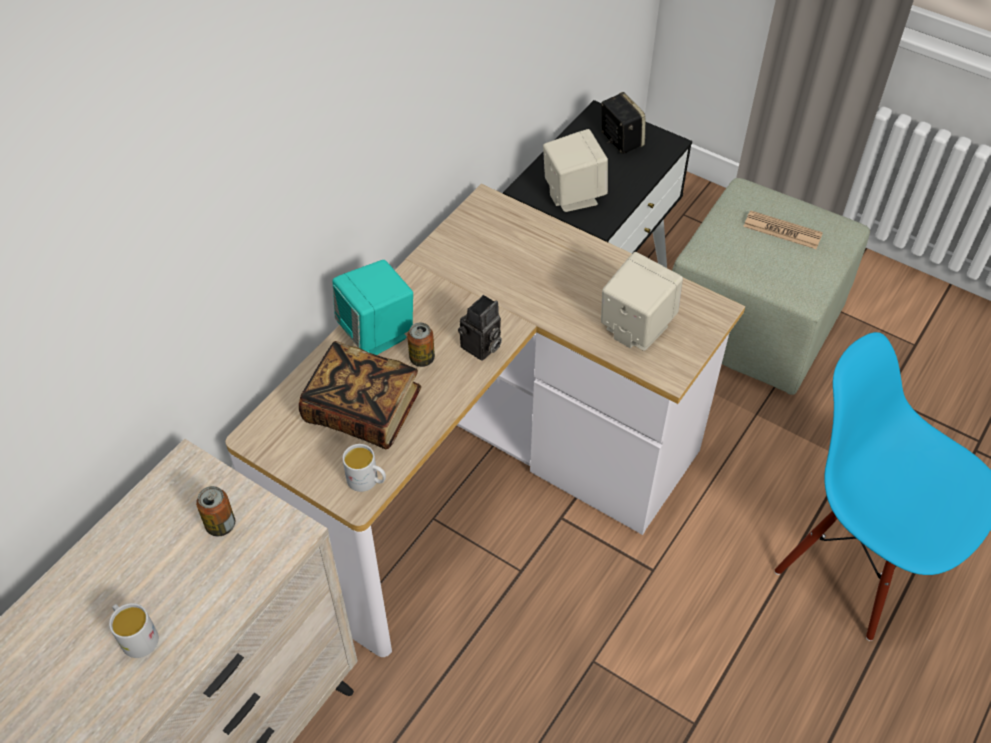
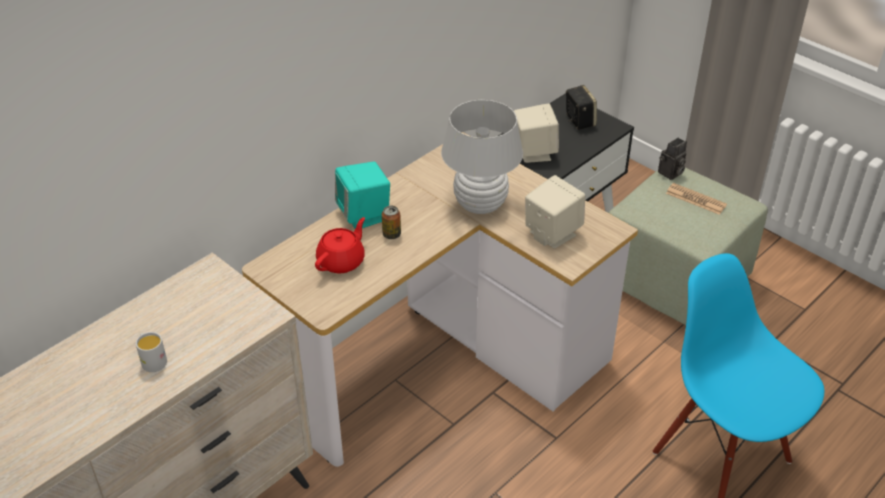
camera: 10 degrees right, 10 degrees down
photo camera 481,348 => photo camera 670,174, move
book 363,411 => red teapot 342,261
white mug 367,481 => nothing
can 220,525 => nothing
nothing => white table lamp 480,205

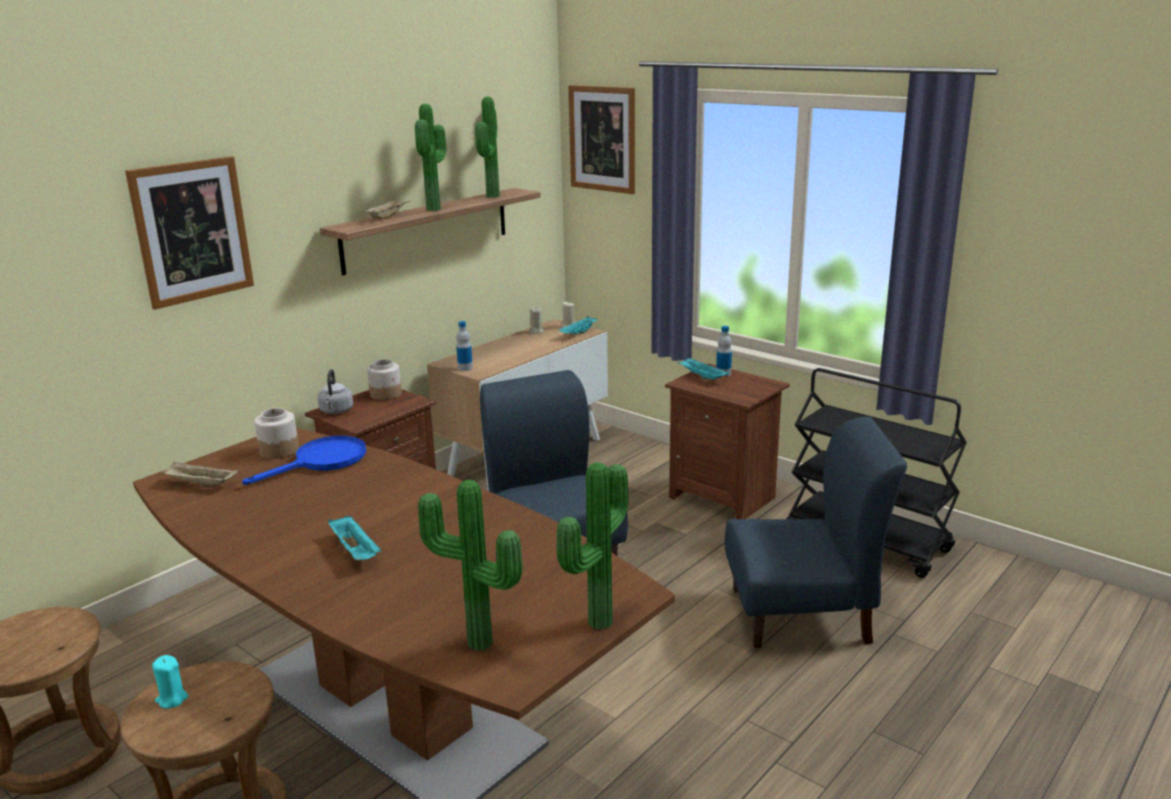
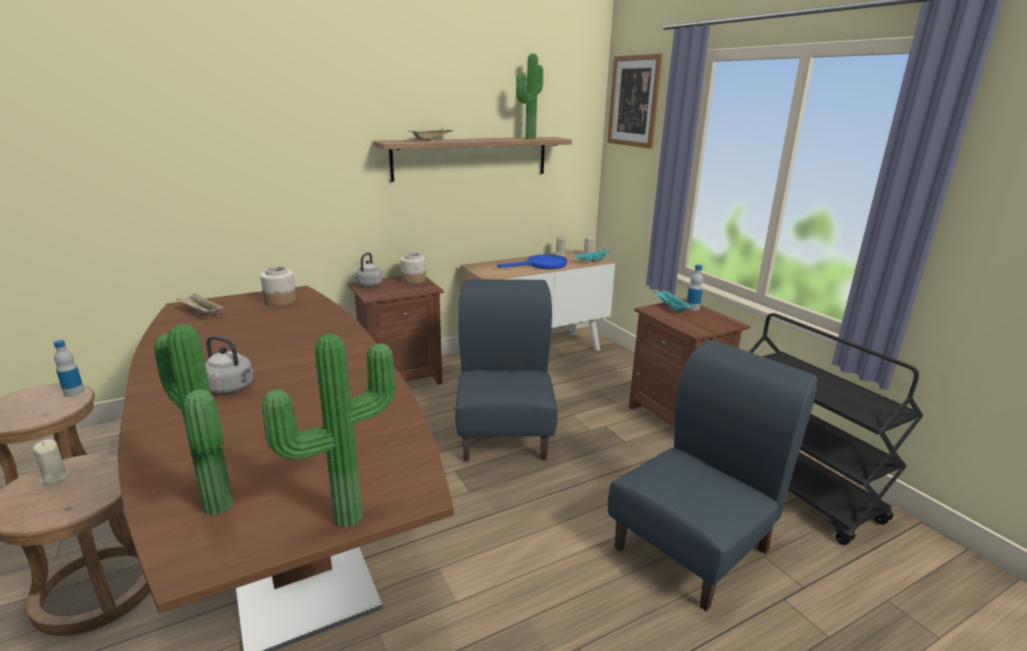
camera: 20 degrees right, 0 degrees up
potted plant 436,209 => nothing
picture 192,231 => nothing
bottle 465,368 => bottle 74,392, move
blue chair 801,615 => blue chair 693,549, 60 degrees counterclockwise
blue frying pan 322,461 => blue frying pan 541,265, move
turquoise tray 356,552 => grey kettle 232,388
turquoise candle 172,699 => beige candle 54,478

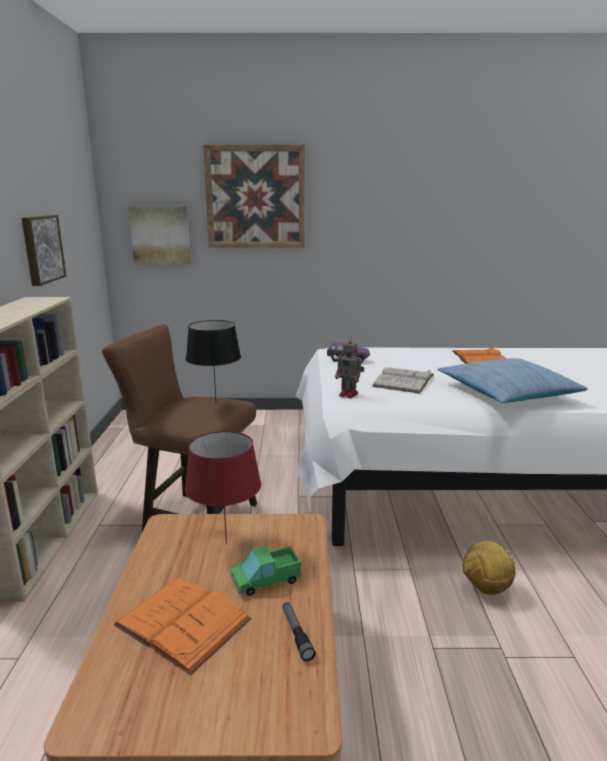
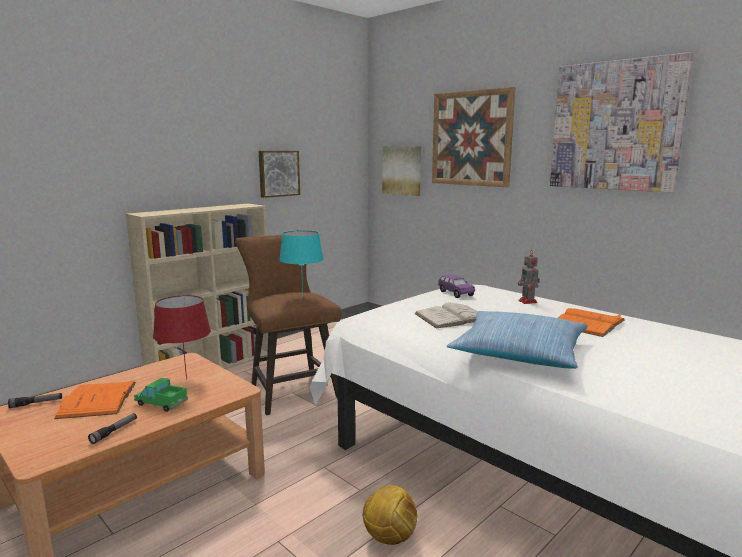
camera: 45 degrees right, 5 degrees down
black table lamp 216,404 => turquoise table lamp 302,298
toy robot 349,394 => toy robot 528,302, move
nothing => picture 615,126
nothing => flashlight 36,403

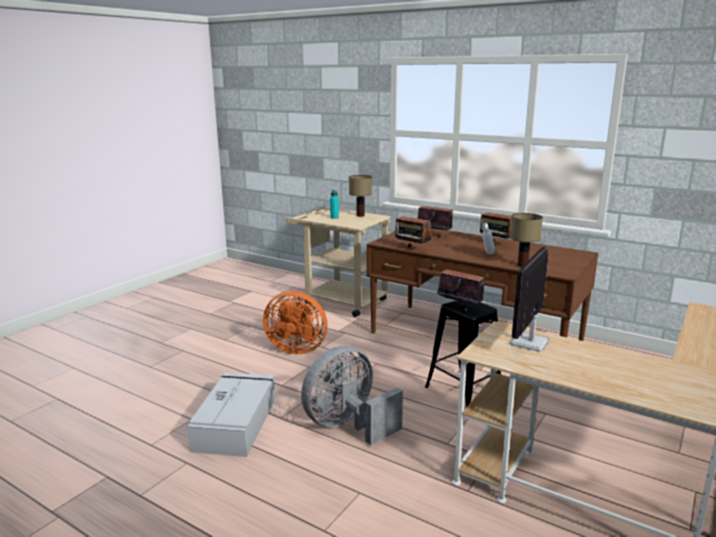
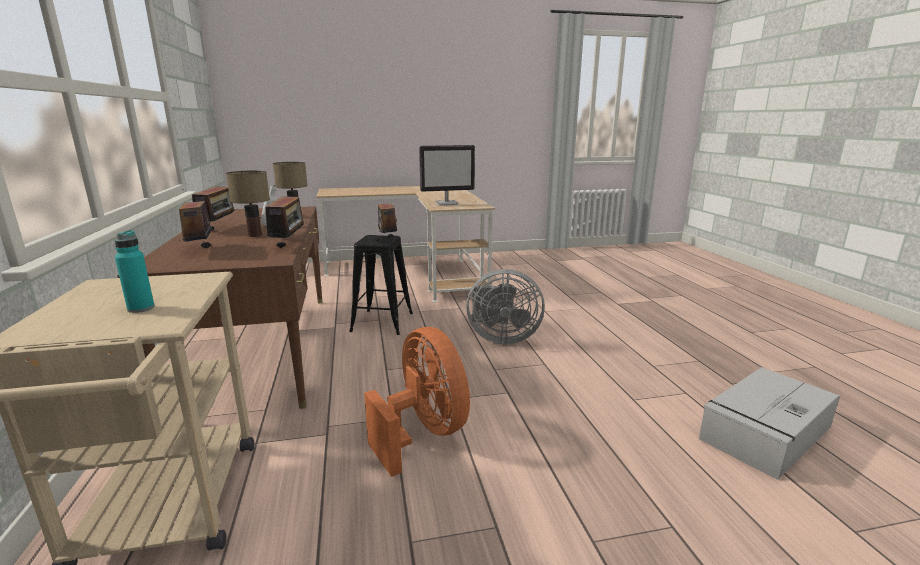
camera: 135 degrees left, 0 degrees up
table lamp 360,215 => table lamp 254,235, move
grey storage box 236,423 => grey storage box 764,433, move

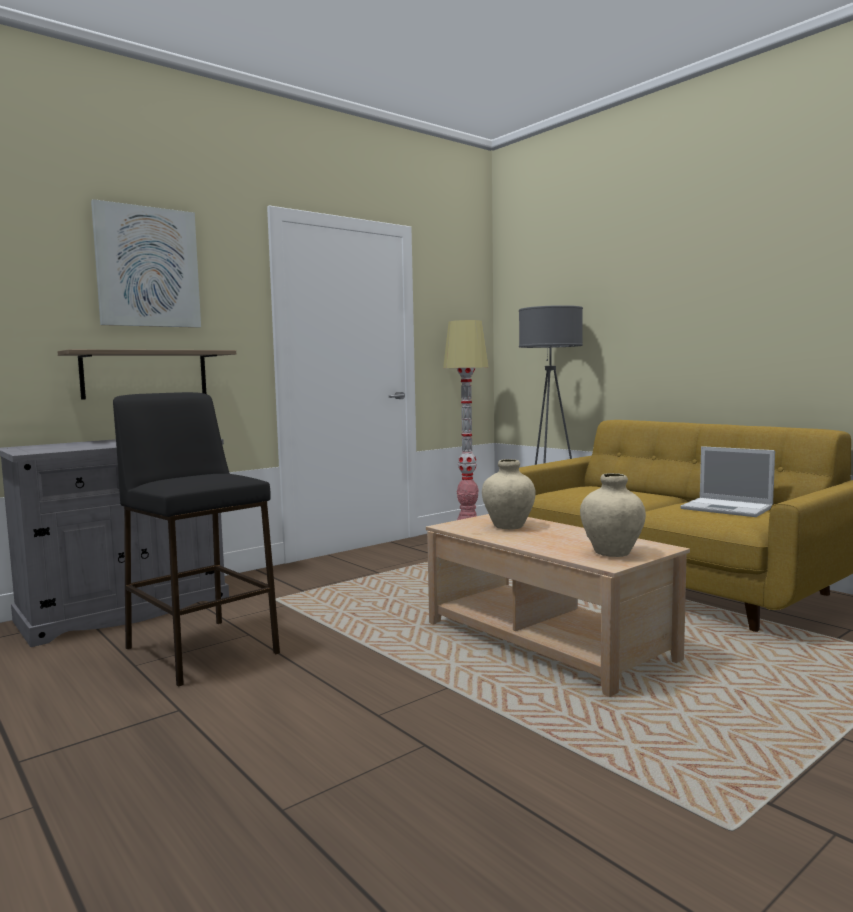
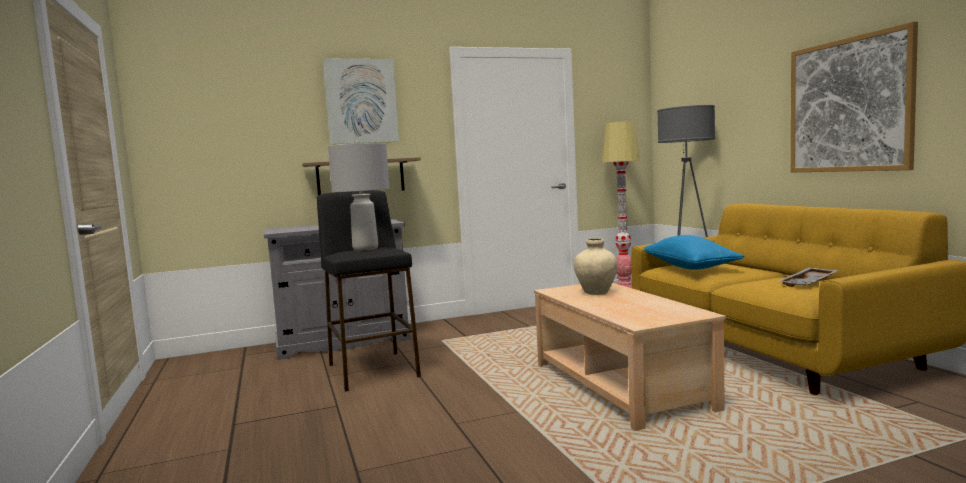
camera: 20 degrees right, 0 degrees up
laptop 728,508 => grey tray 809,284
beige vase 611,553 => nothing
nothing => picture 849,105
nothing => grey table lamp 366,248
nothing => blue pillow 689,267

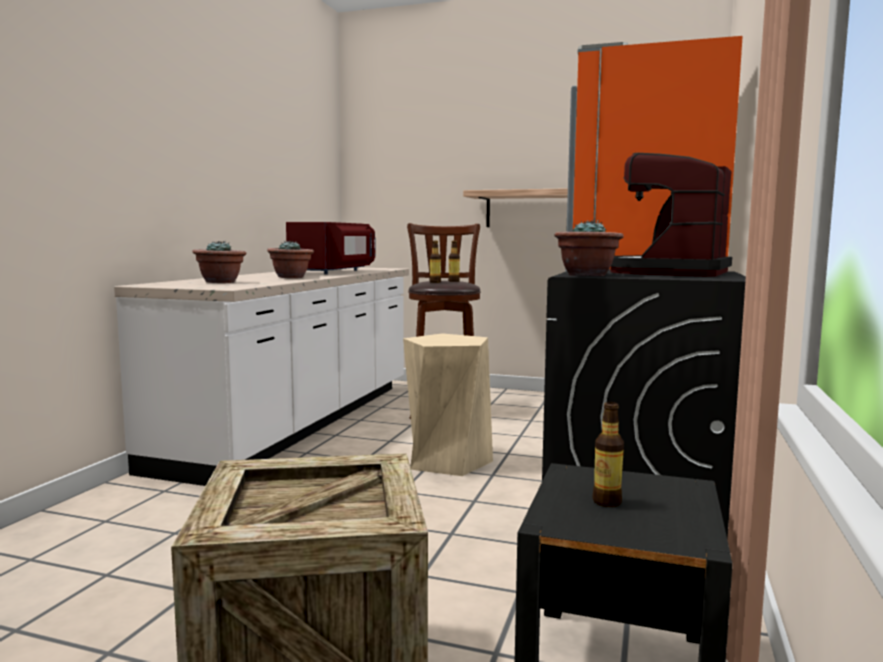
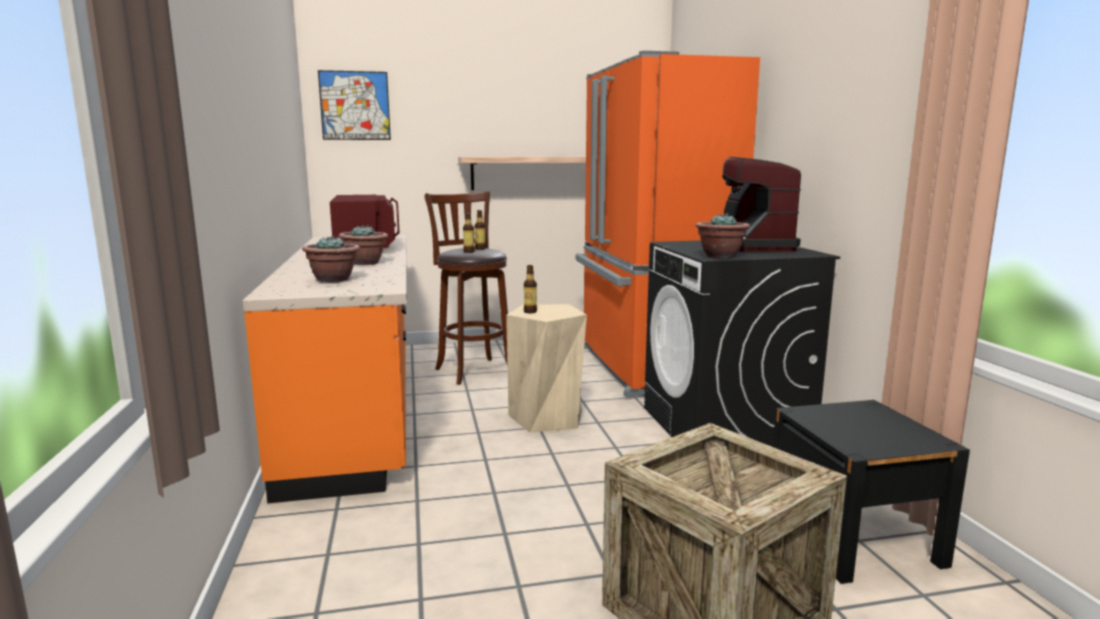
camera: 30 degrees left, 5 degrees up
white counter 298,423 => orange counter 358,409
bottle 607,502 => bottle 530,312, move
nothing => picture 355,105

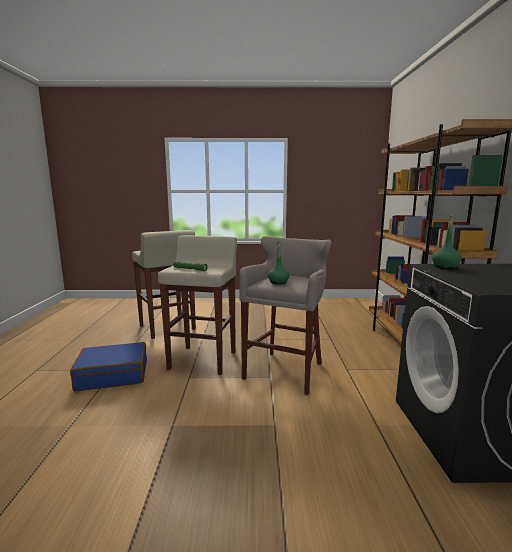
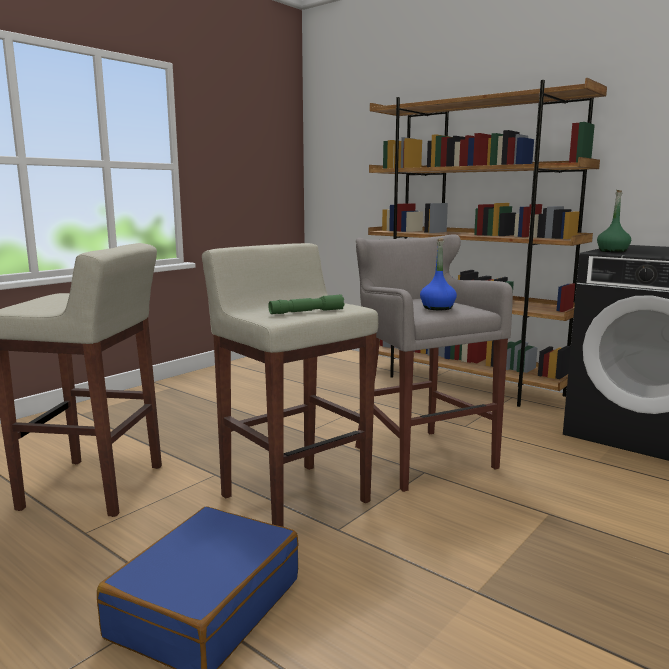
camera: 50 degrees left, 0 degrees up
green bottle 278,282 => blue bottle 437,308

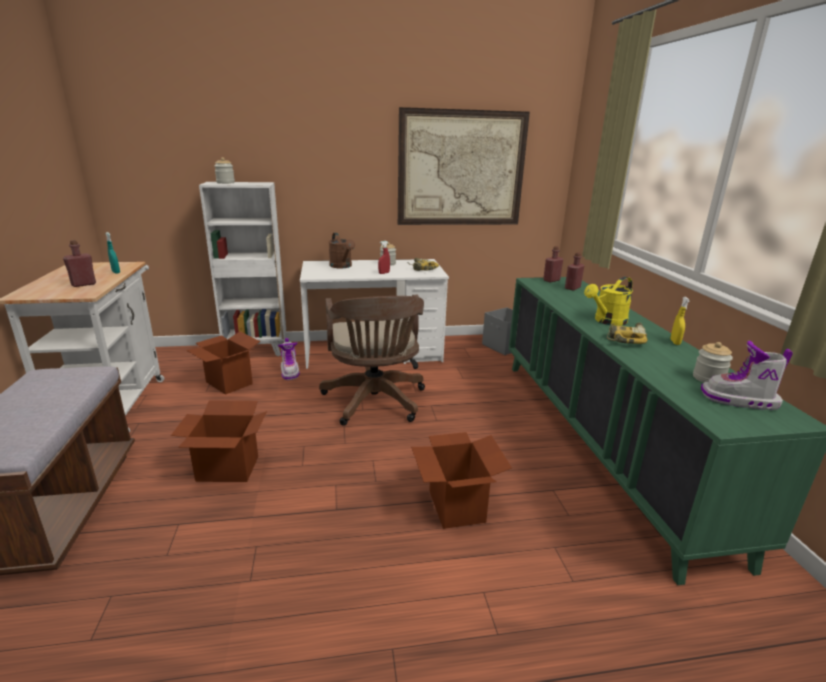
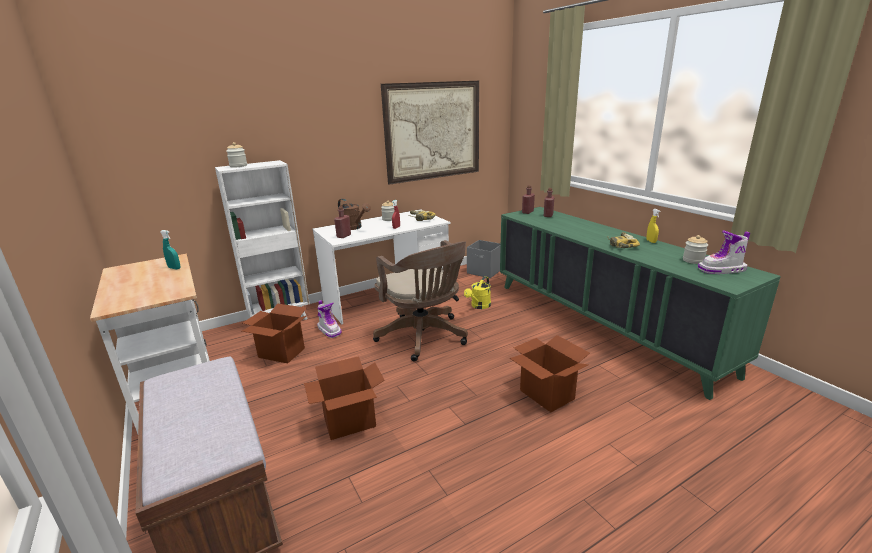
camera: 20 degrees left, 0 degrees up
red bottle 83,284 => red bottle 343,236, move
yellow watering can 607,321 => yellow watering can 479,306, move

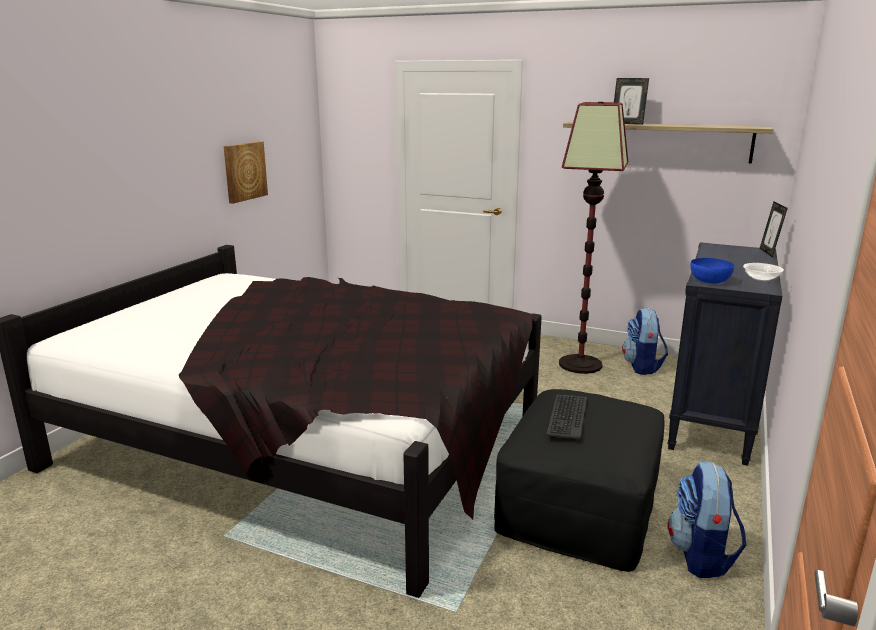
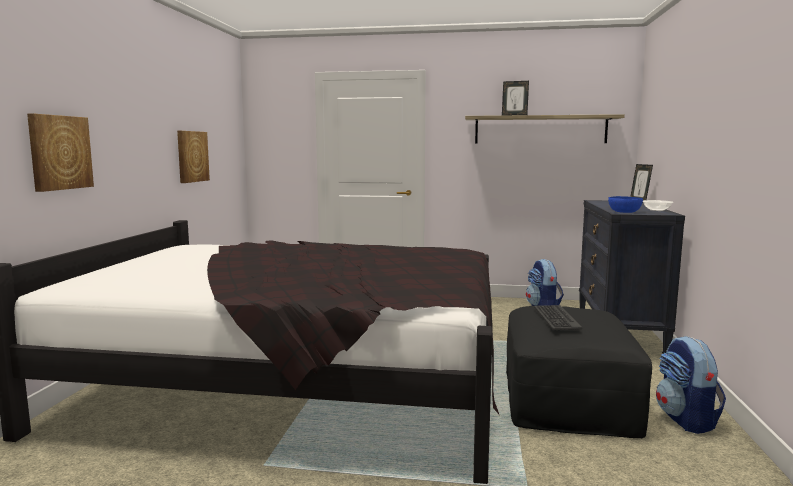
camera: 15 degrees left, 10 degrees down
floor lamp 580,364 => nothing
nothing => picture 59,152

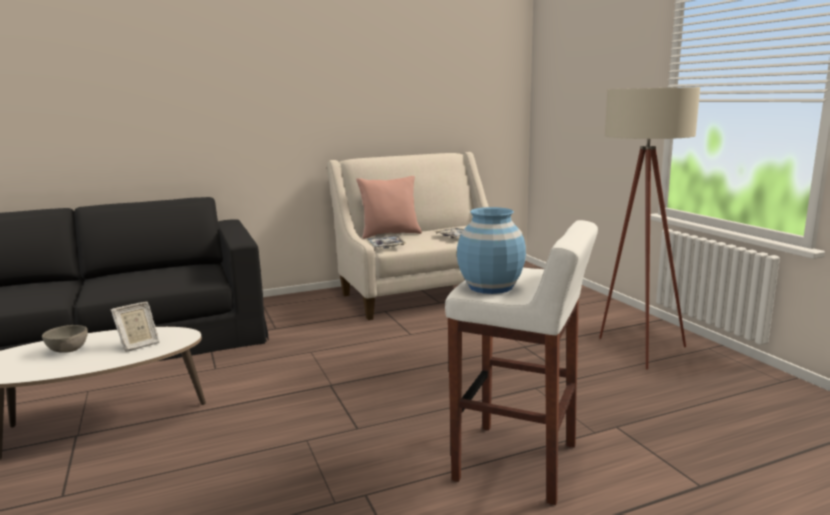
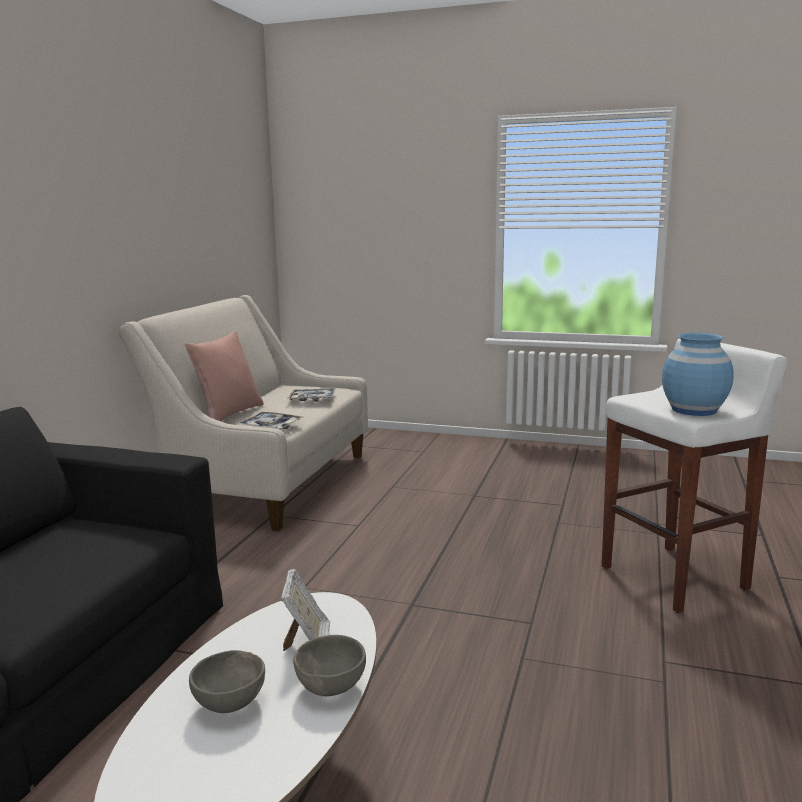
camera: 50 degrees left, 0 degrees up
beige floor lamp 634,348 => nothing
nothing => grey bowl 330,686

